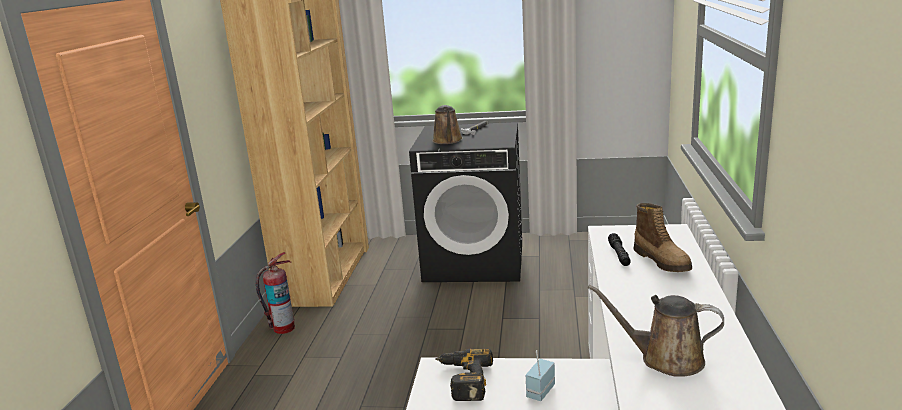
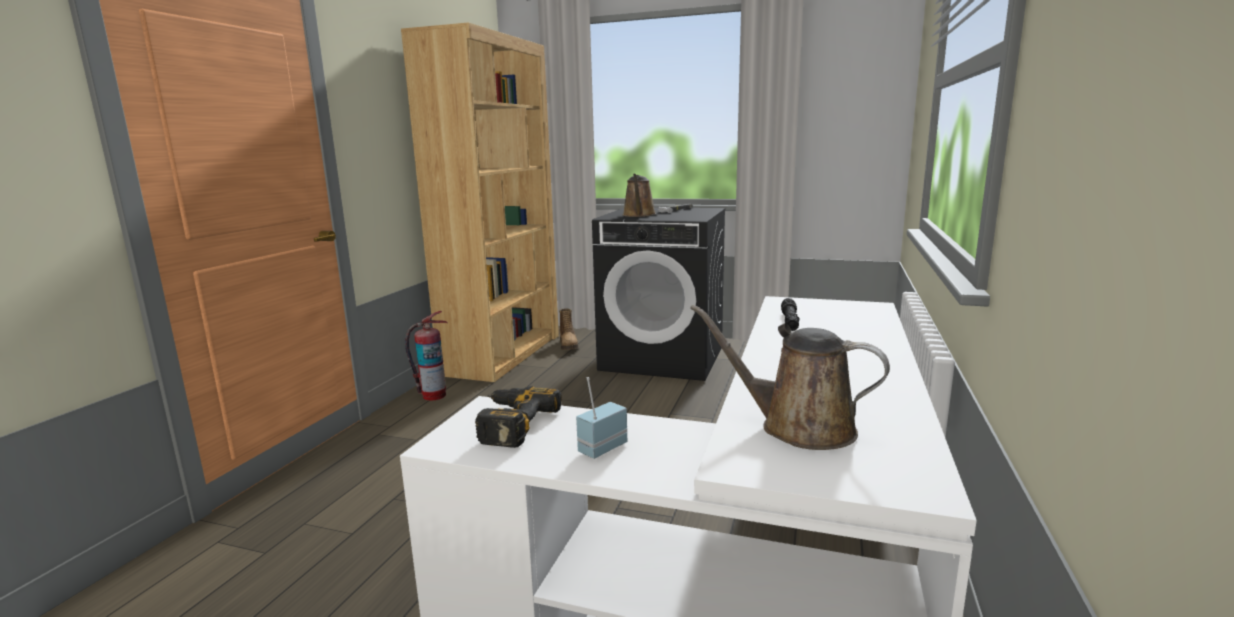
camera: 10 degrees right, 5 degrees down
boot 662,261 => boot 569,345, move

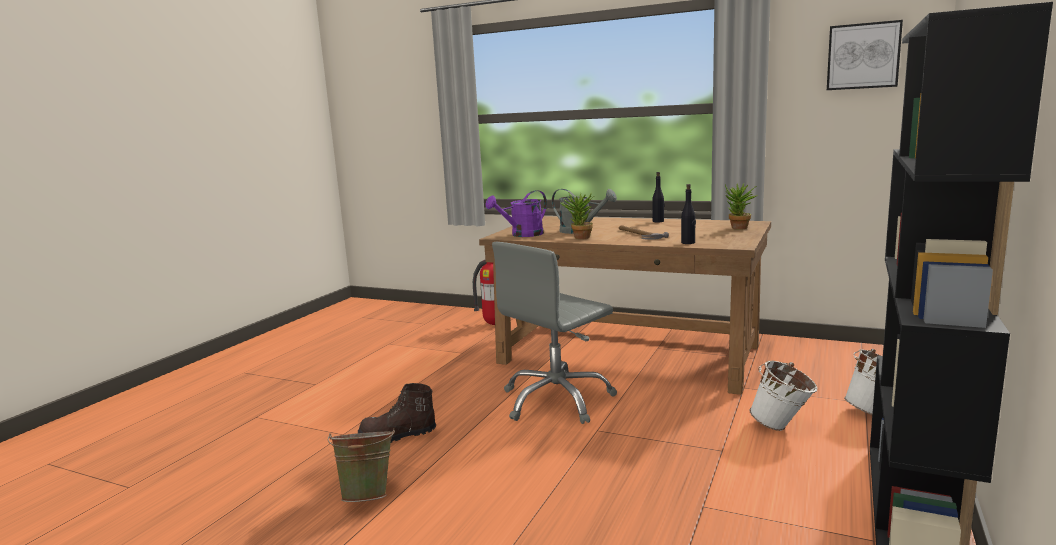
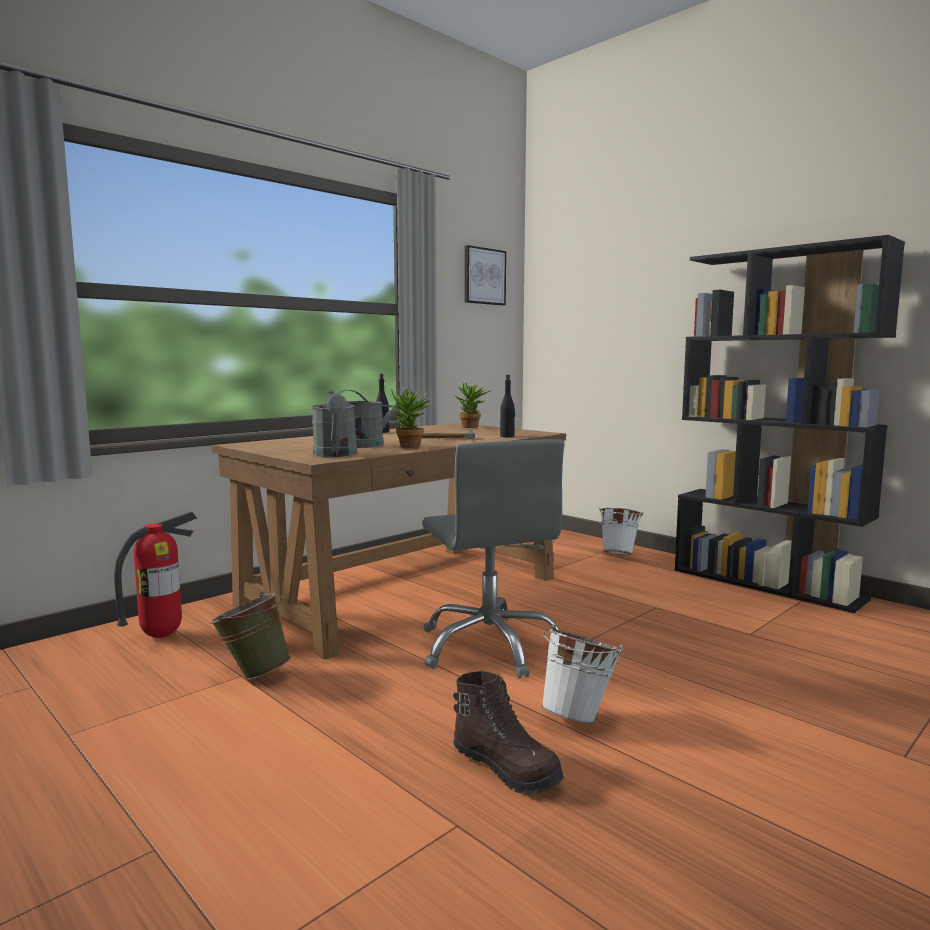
camera: 70 degrees left, 5 degrees down
purple watering can 522,235 => grey watering can 336,455
white bucket 782,427 => white bucket 579,716, move
brown boot 398,436 => brown boot 507,767, 60 degrees counterclockwise
green bucket 368,495 => green bucket 253,674, move

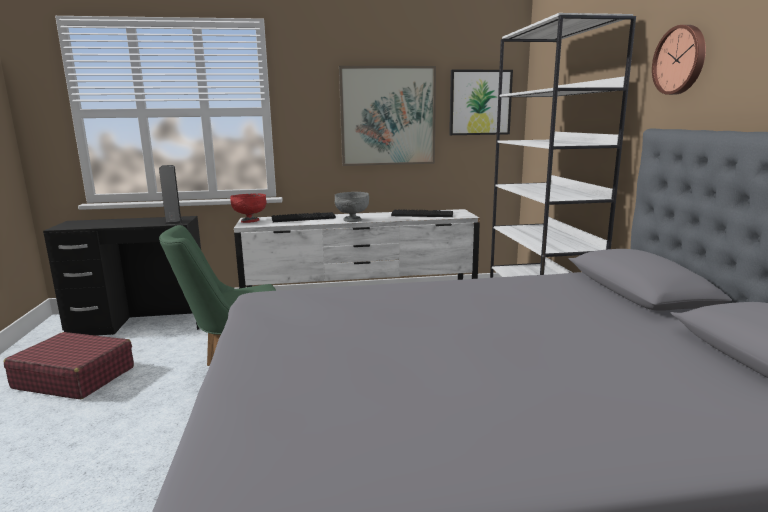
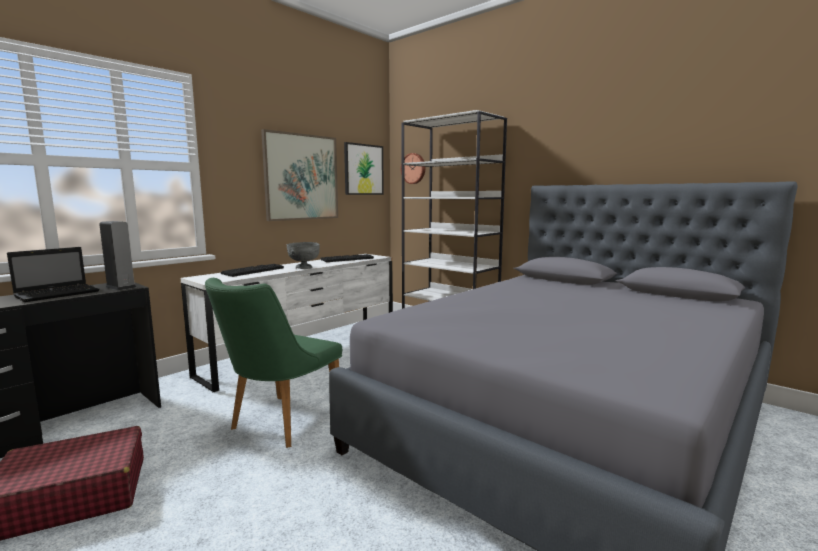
camera: 40 degrees left, 5 degrees down
wall clock 680,60 => wall clock 414,168, move
red bowl 250,221 => nothing
nothing => laptop 59,294

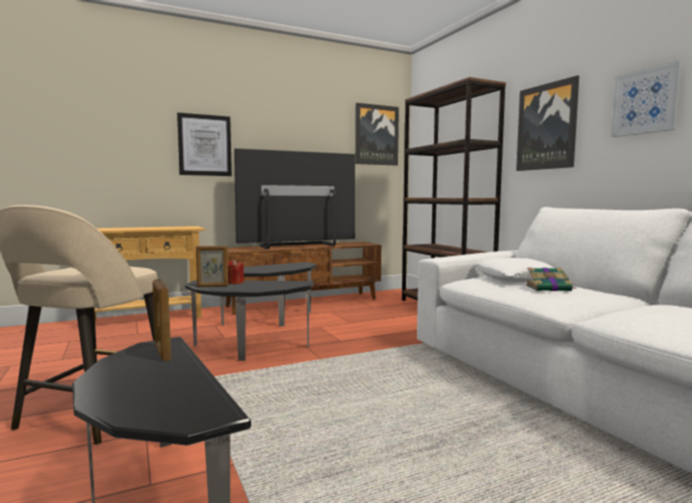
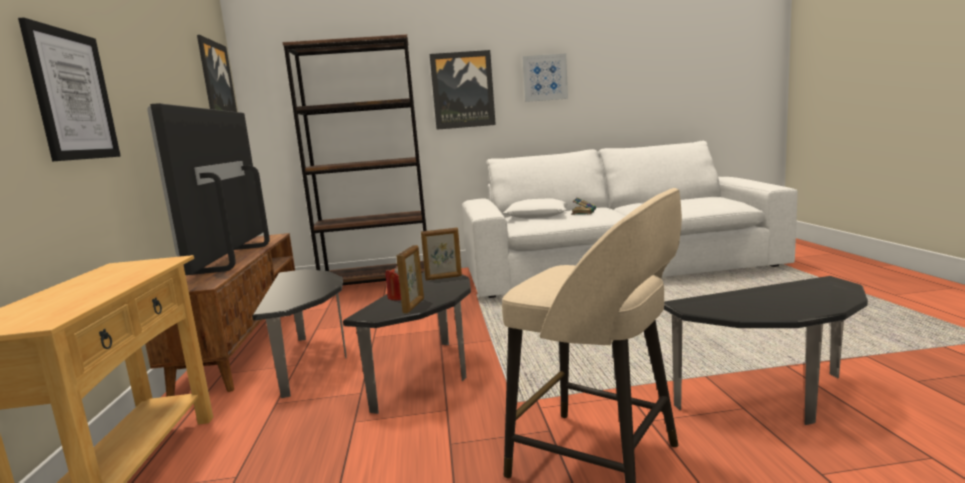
camera: 70 degrees left, 5 degrees up
picture frame 162,353 => picture frame 443,278, move

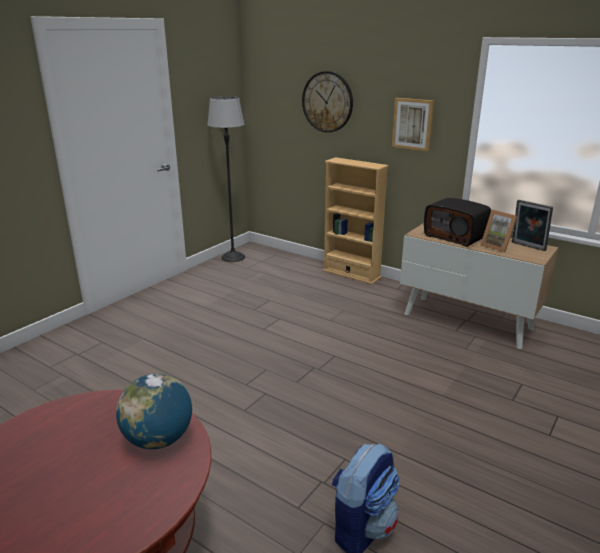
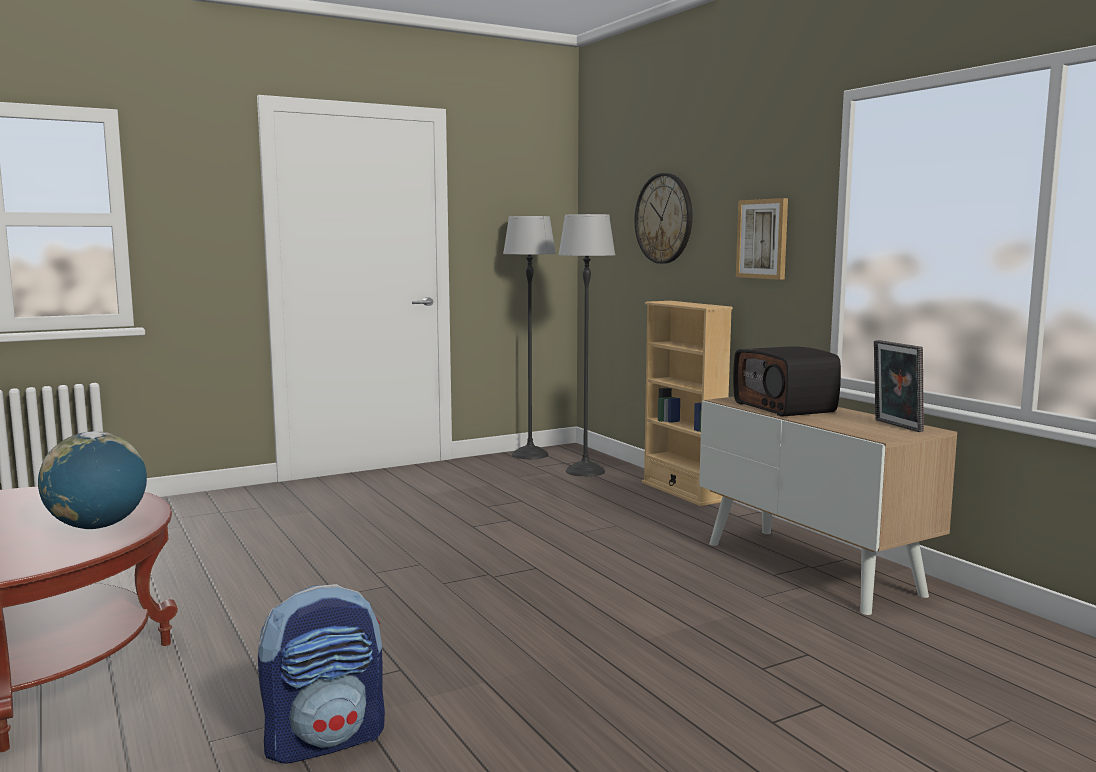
camera: 25 degrees right, 15 degrees down
picture frame 497,246 => nothing
nothing => floor lamp 585,471

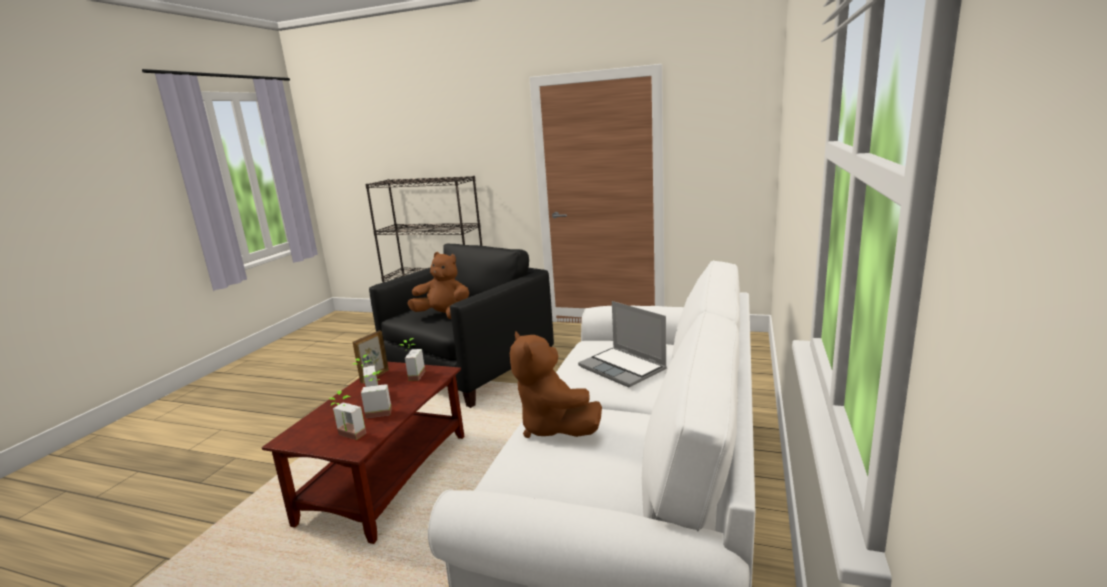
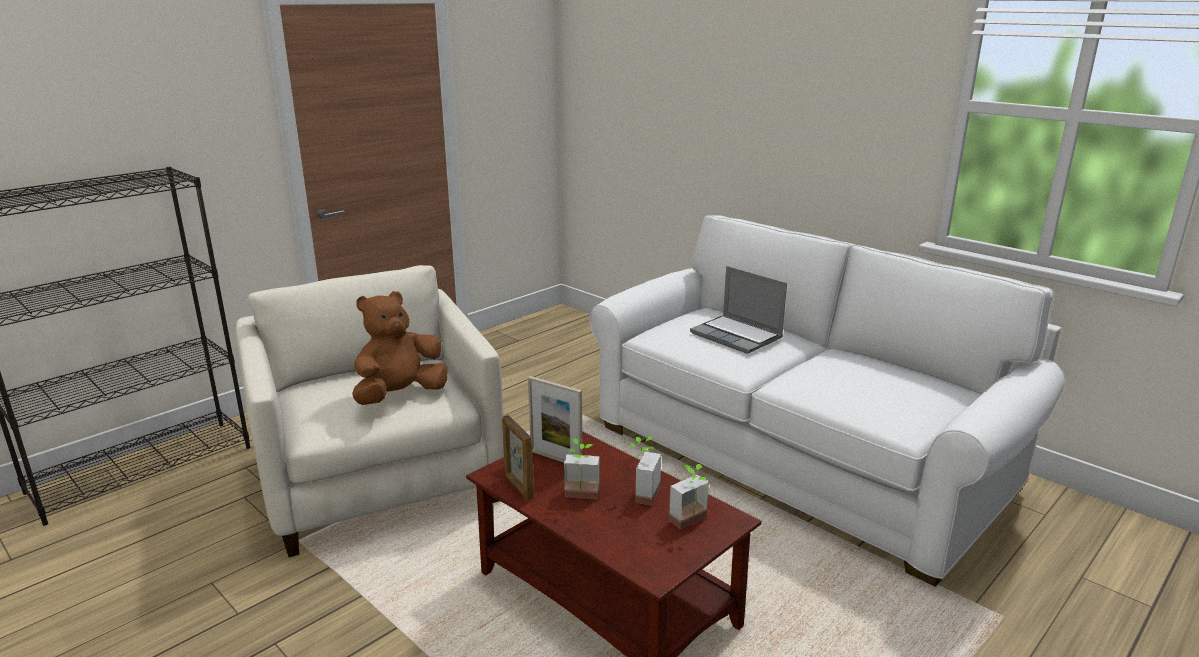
camera: 65 degrees left, 5 degrees up
black armchair 469,369 => beige armchair 379,478
laptop 623,368 => laptop 737,336, 60 degrees clockwise
brown plush toy 553,427 => nothing
potted plant 412,376 => picture frame 556,458

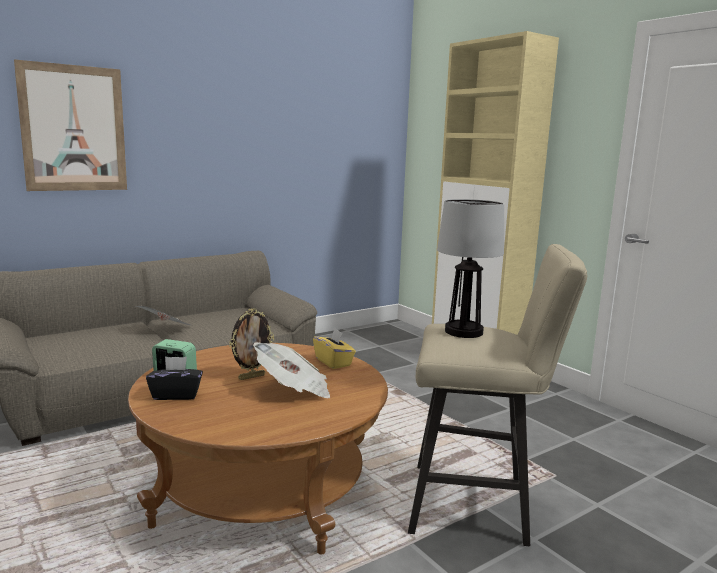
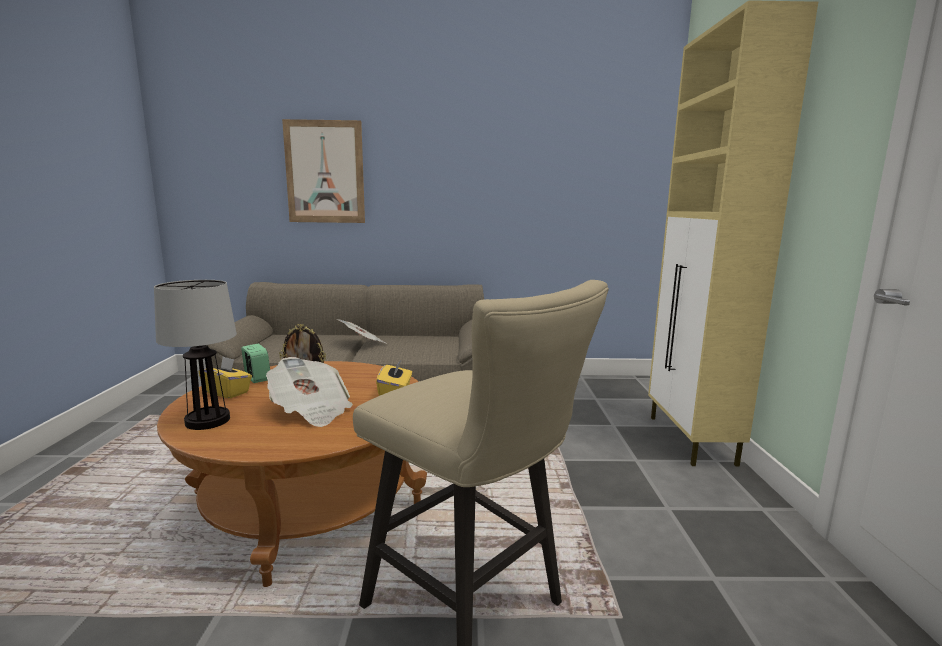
camera: 35 degrees right, 0 degrees up
table lamp 463,332 => table lamp 207,421, move
black tissue box 176,395 => yellow tissue box 227,392

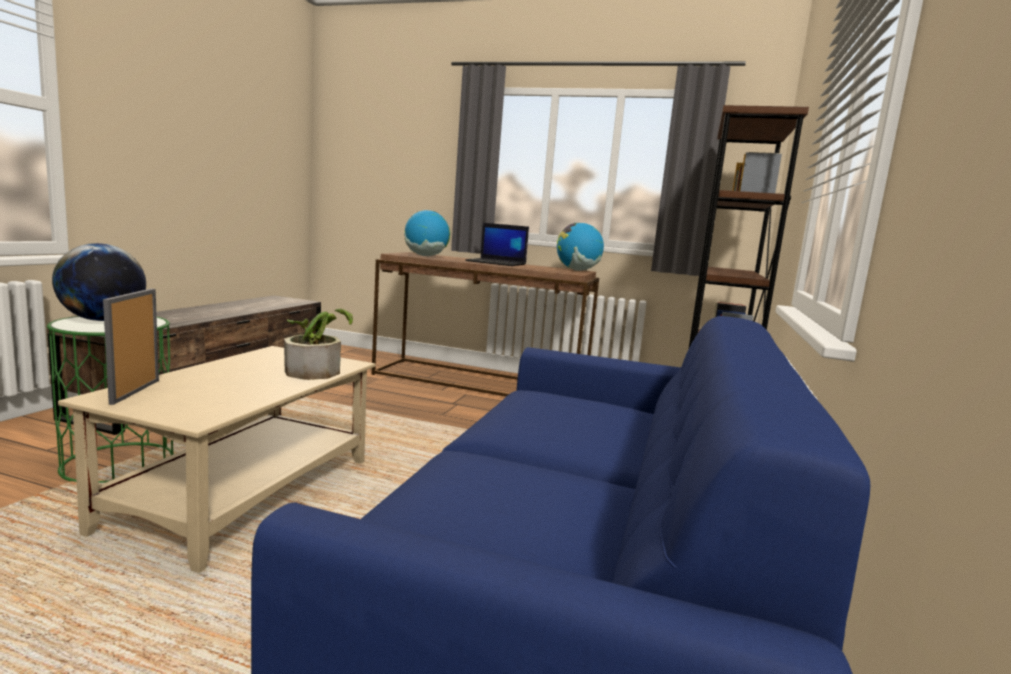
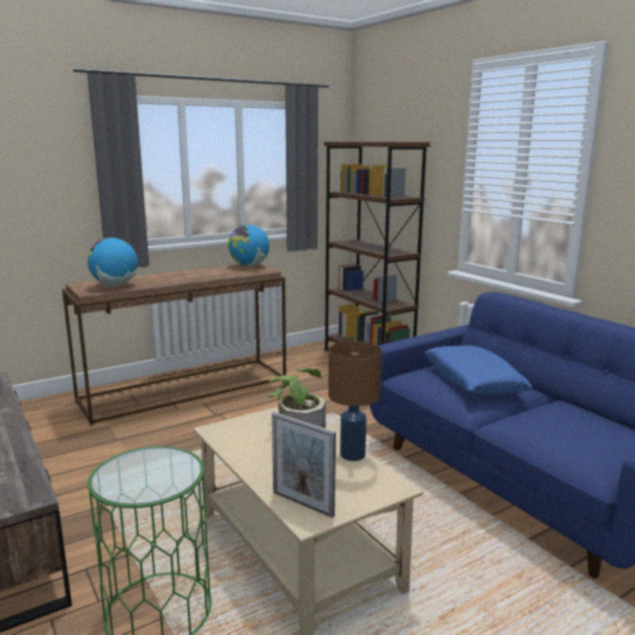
camera: 50 degrees left, 5 degrees up
laptop 497,263 => nothing
globe 103,320 => nothing
nothing => brown table lamp 352,455
nothing => blue pillow 473,381

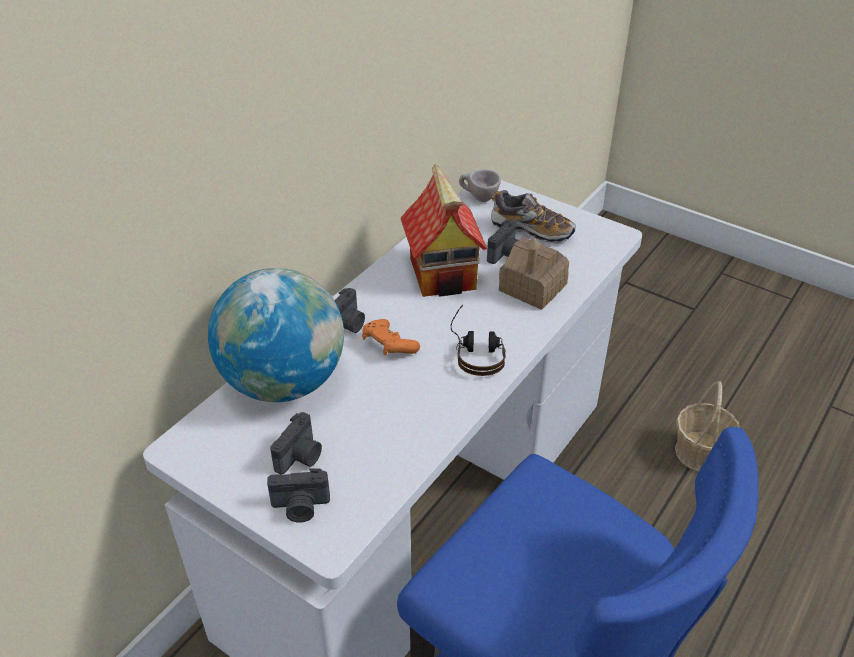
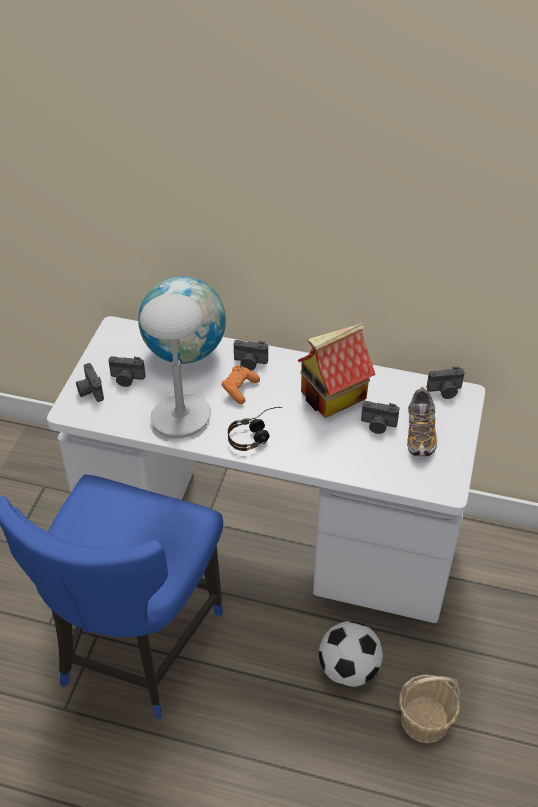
camera: 70 degrees right, 5 degrees up
beige cup 478,198 => photo camera 445,391
toy house 532,287 => nothing
nothing => grey table lamp 181,418
nothing => football 348,669

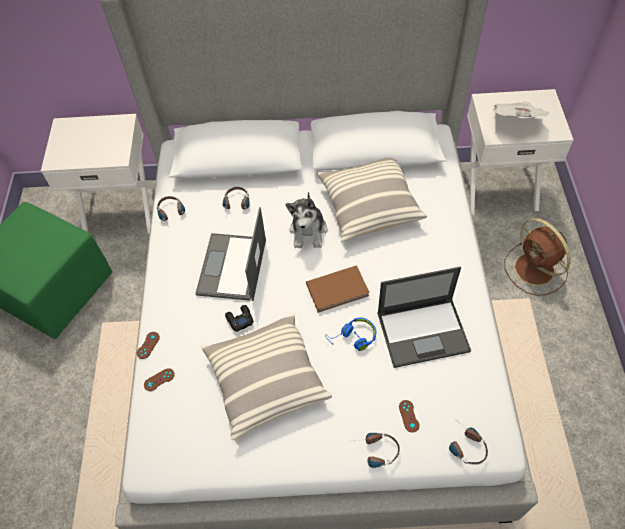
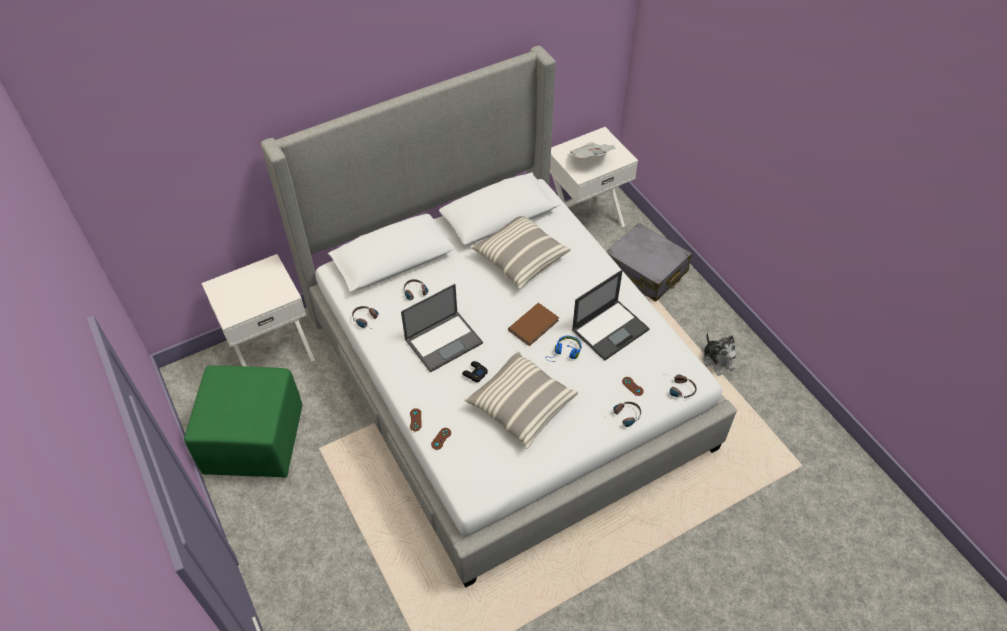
camera: 30 degrees left, 5 degrees down
plush toy 308,231 => plush toy 717,360, move
laptop 232,268 => laptop 444,340, 105 degrees counterclockwise
brown fan 535,270 => grey suitcase 645,271

